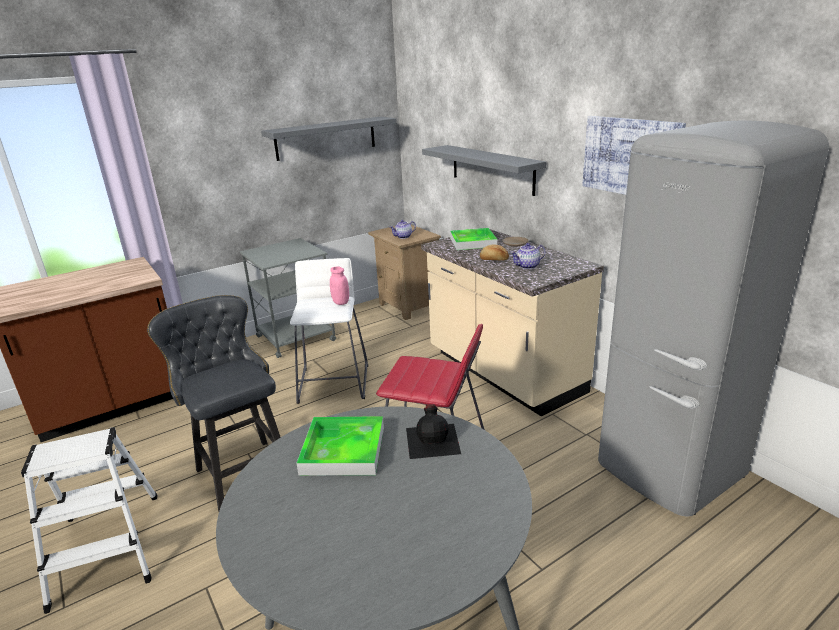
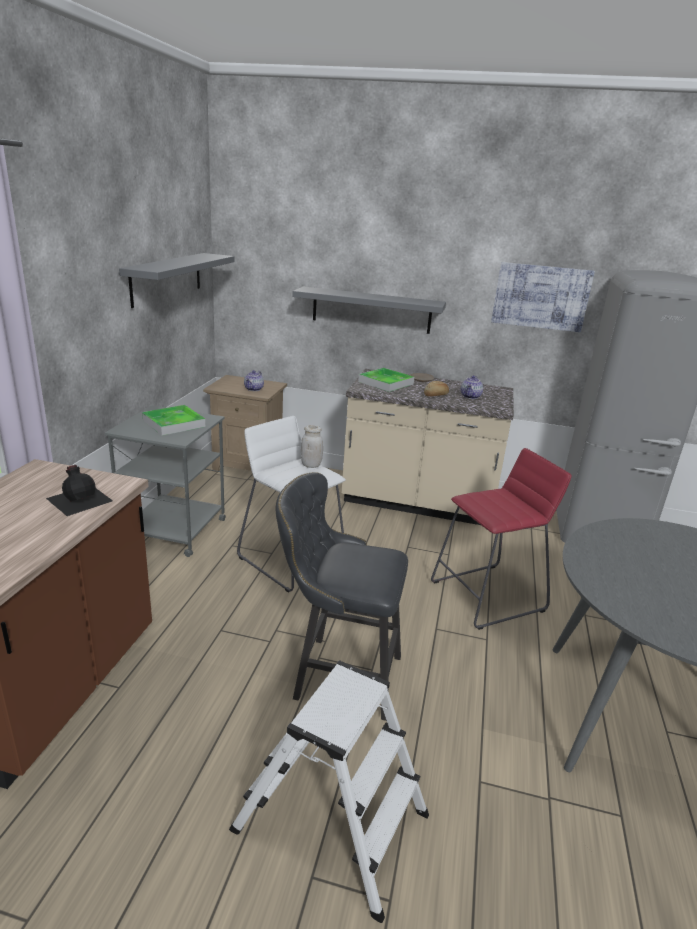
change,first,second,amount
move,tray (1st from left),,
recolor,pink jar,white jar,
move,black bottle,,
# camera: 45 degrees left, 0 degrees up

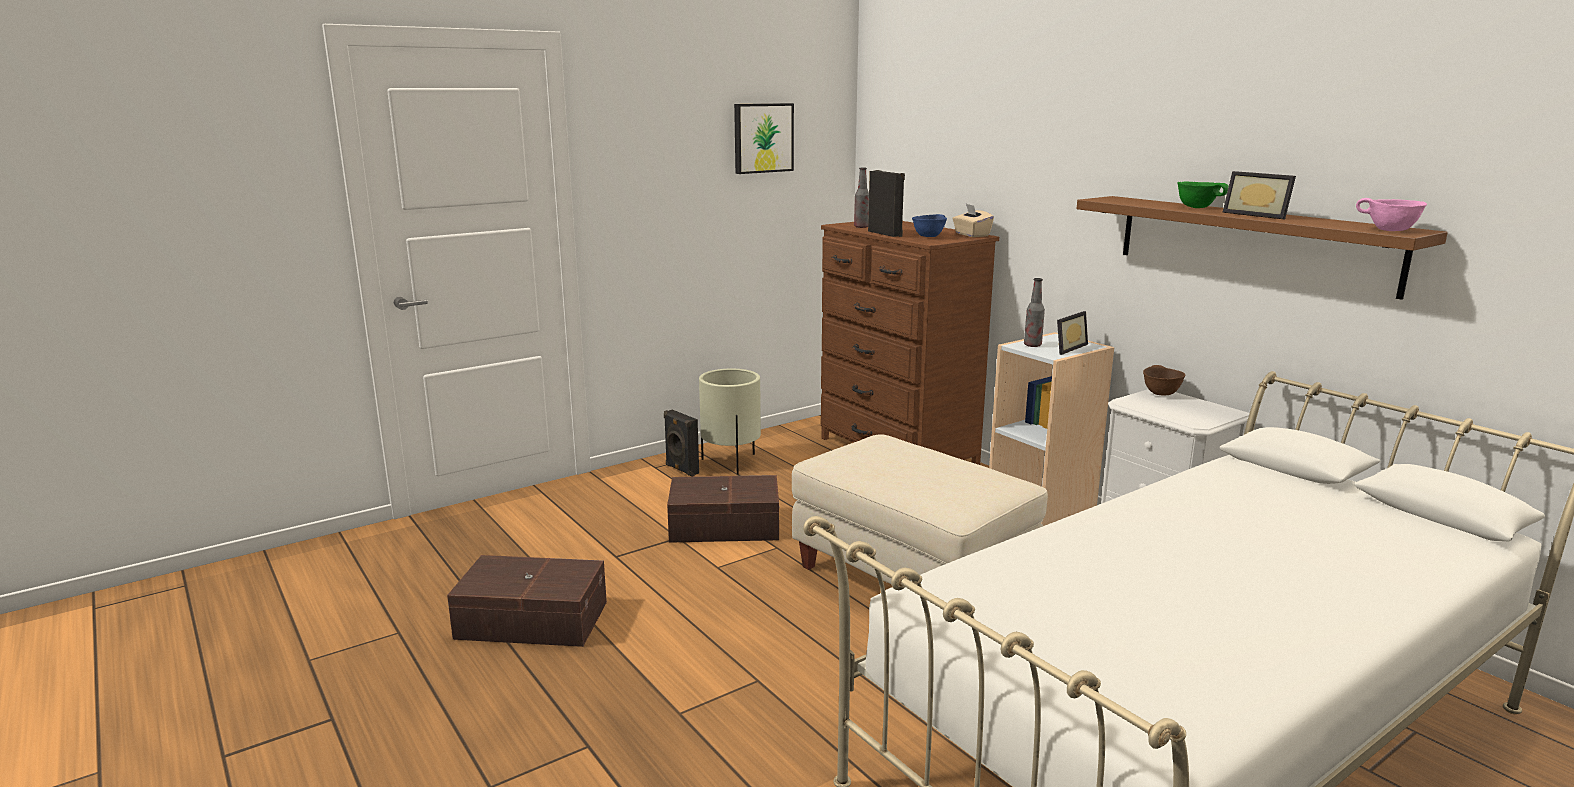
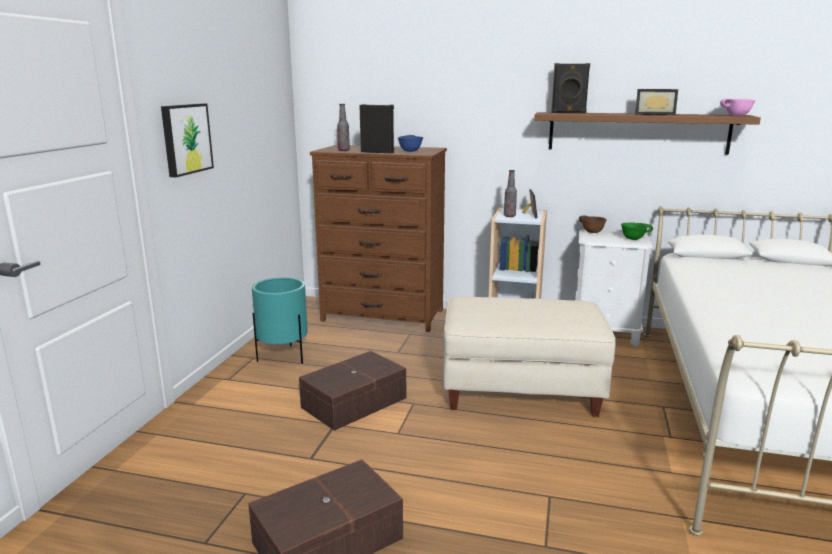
change,first,second,amount
move,black speaker (1st from left in the first image),black speaker (2nd from left),
recolor,beige planter,turquoise planter,
move,picture,,
delete,beige tissue box,,
move,green bowl,,
# camera: 40 degrees left, 0 degrees up

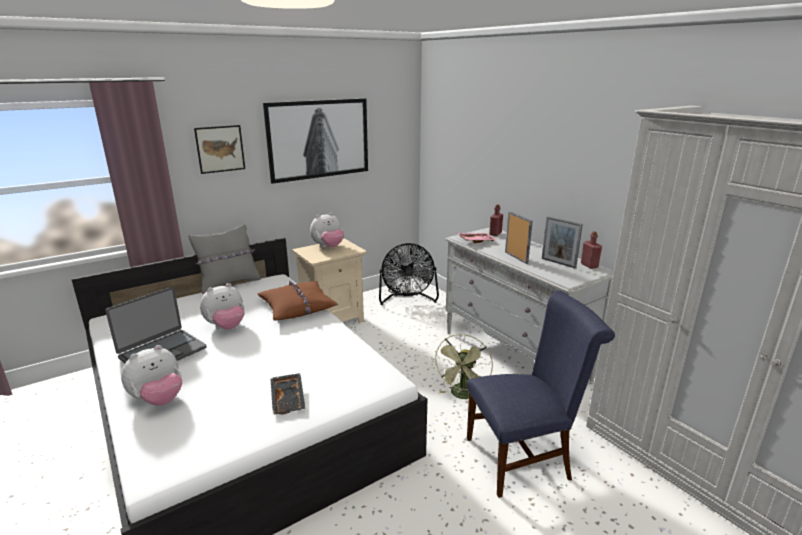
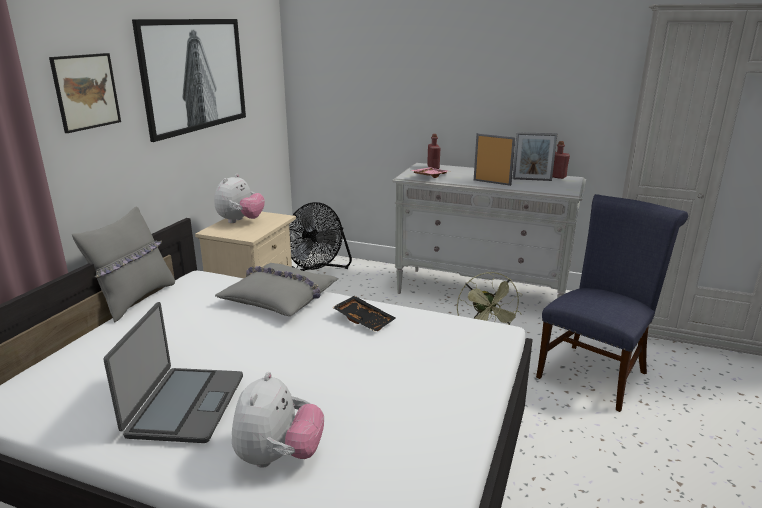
change,first,second,amount
delete,plush toy (2nd from left),,
recolor,brown pillow,grey pillow (2nd from left),
move,black tray,,
# camera: 35 degrees left, 0 degrees up

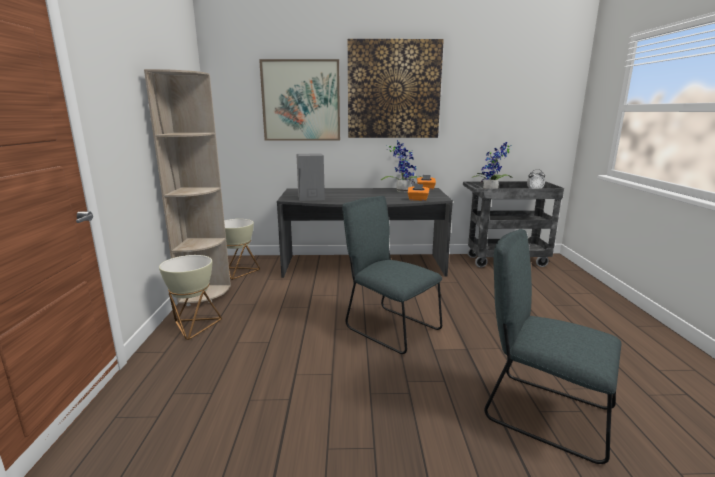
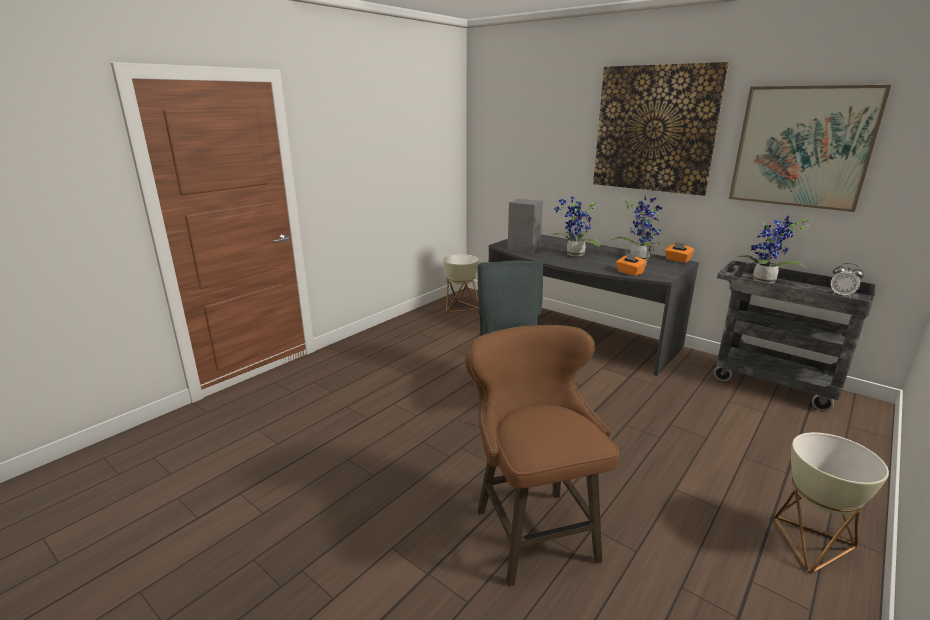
change,first,second,amount
delete,beige bookcase,,
move,planter (1st from left in the first image),planter (2nd from left),
move,picture (1st from left in the first image),picture (2nd from left),
replace,grey chair (2nd from left),brown stool,
insert,,potted plant (1st from left),
# camera: 40 degrees right, 5 degrees up

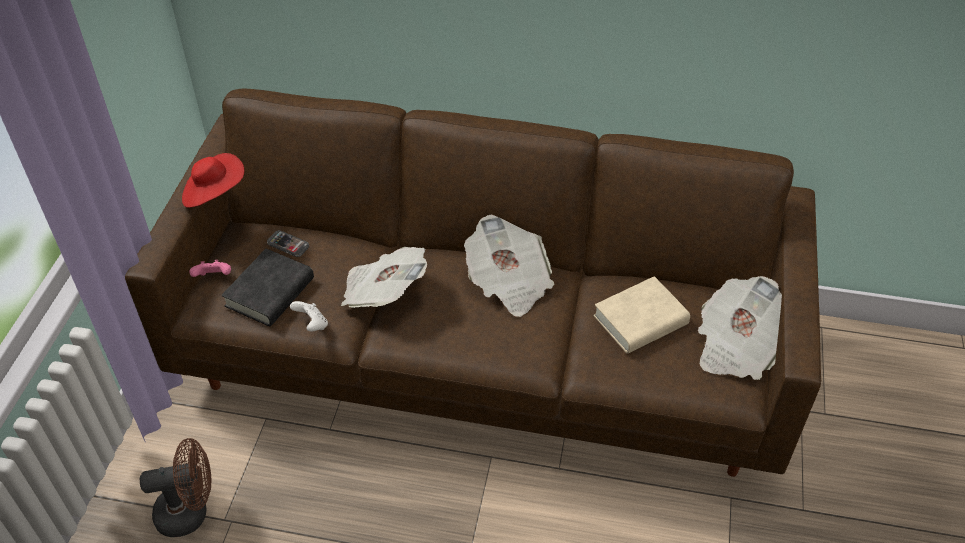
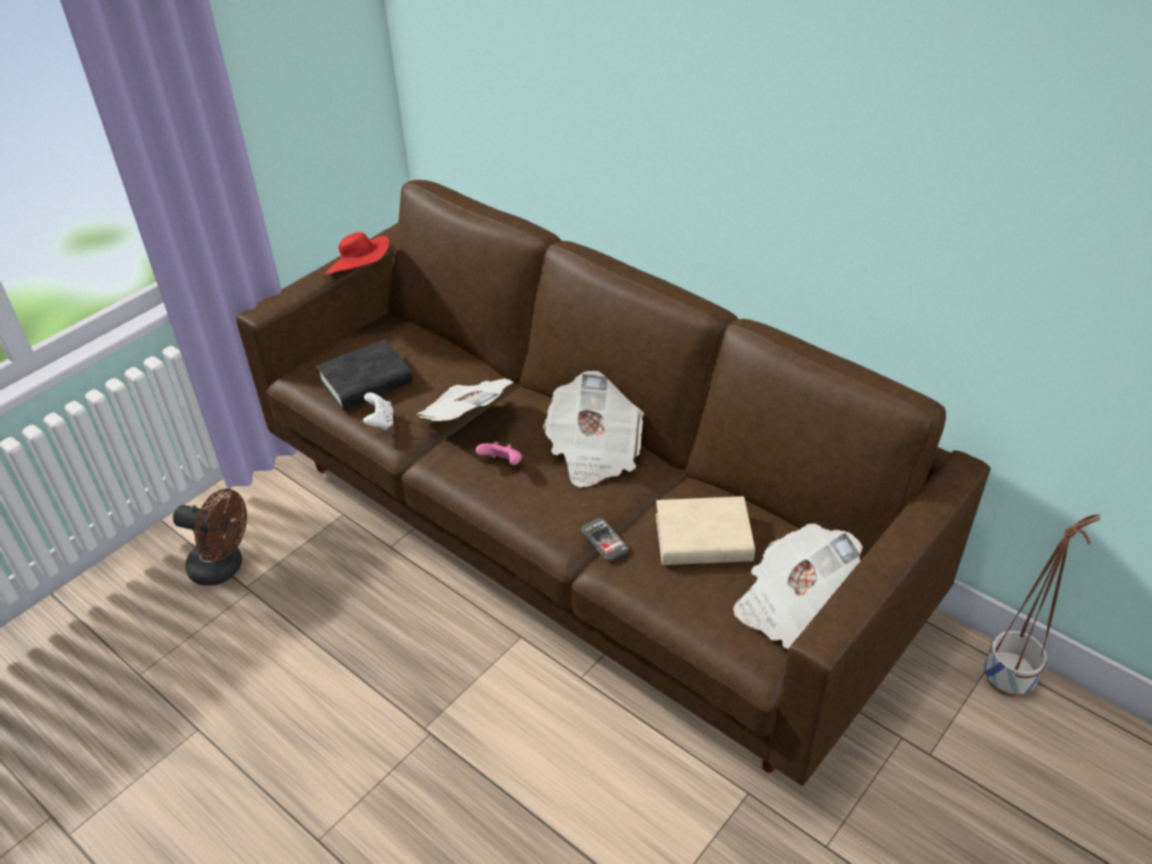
change,first,second,amount
move,pink game controller,,
move,phone,,
insert,,planter,
# camera: 30 degrees right, 5 degrees down

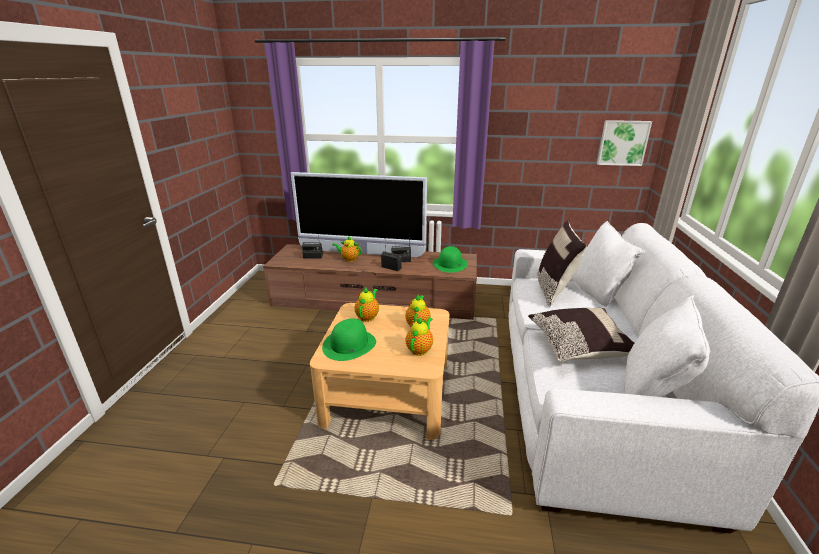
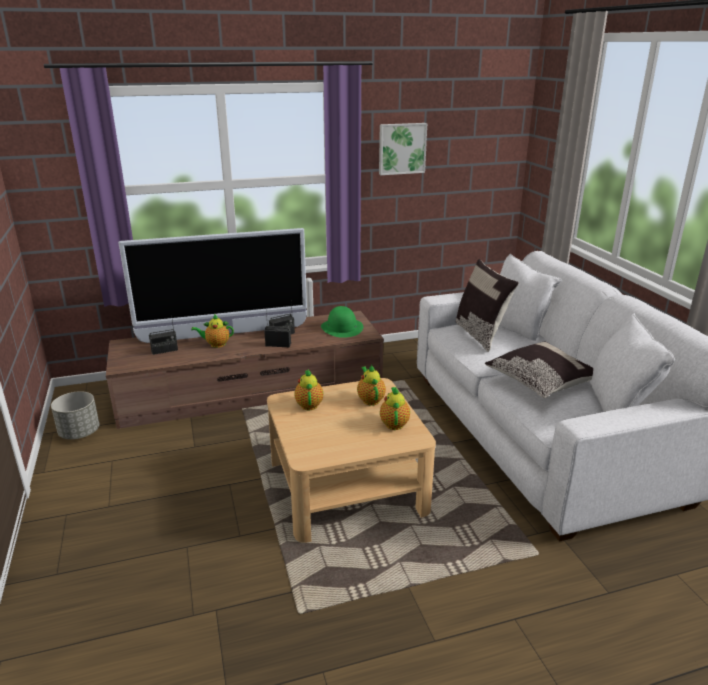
change,first,second,amount
delete,green hat (1st from left),,
move,picture,,
insert,,grey planter,
# camera: 25 degrees left, 0 degrees up

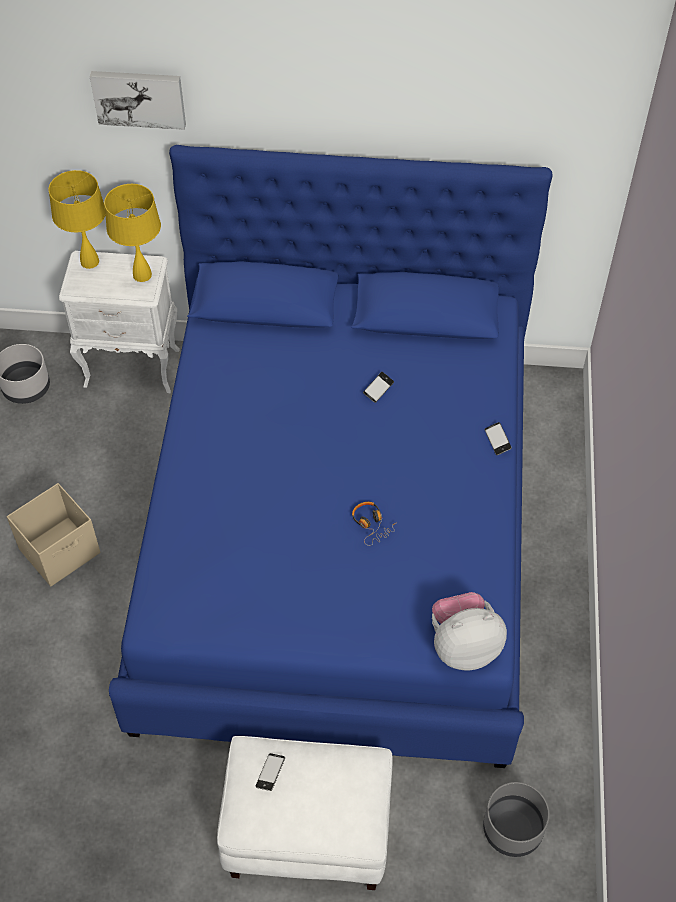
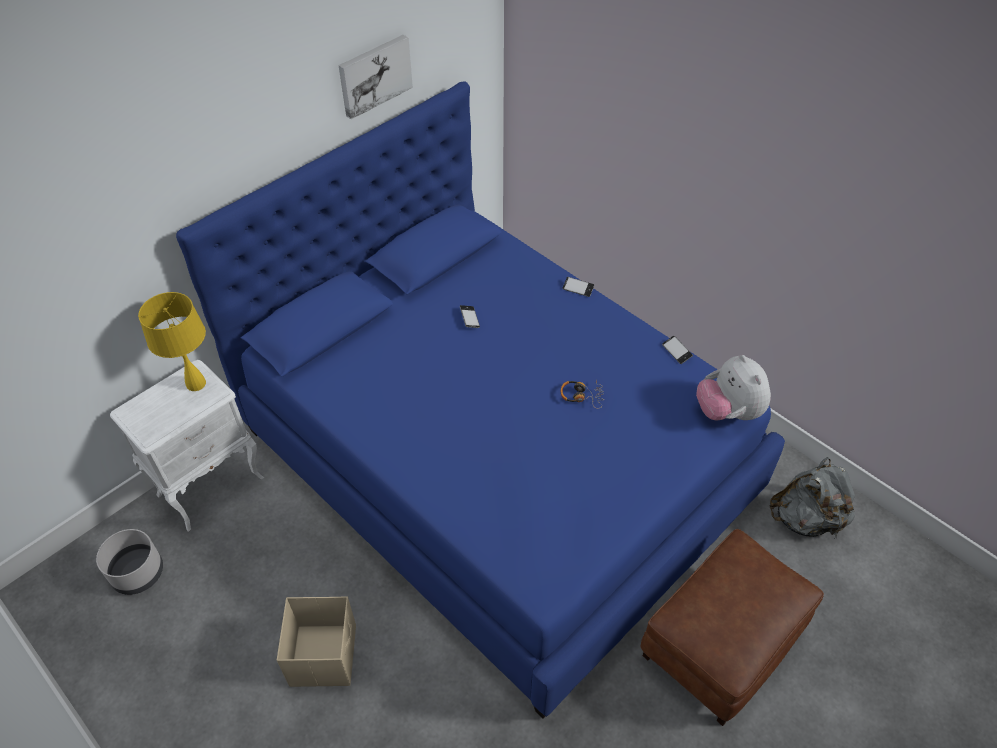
change,first,second,amount
delete,yellow table lamp (1st from left),,
move,picture,,
recolor,white ottoman,brown ottoman,
move,phone (1st from left in the first image),phone (3rd from left),
rotate,plush toy,,45 degrees counterclockwise
replace,grey planter (2nd from left),grey backpack,
# camera: 50 degrees left, 5 degrees down

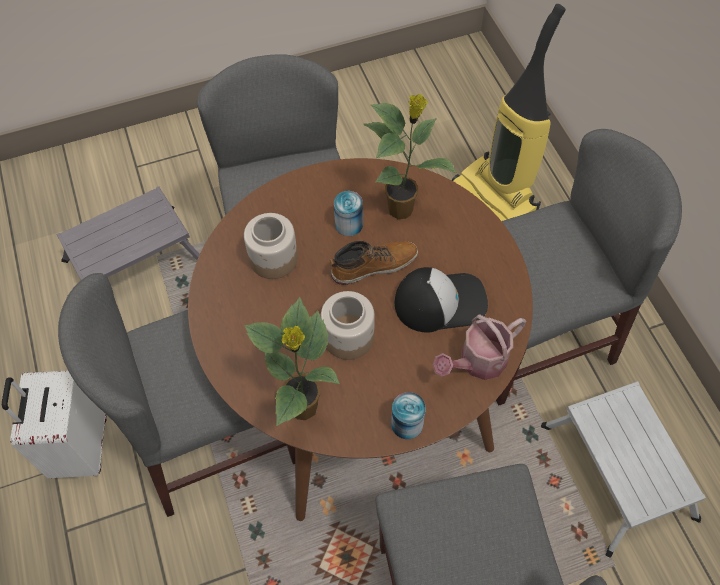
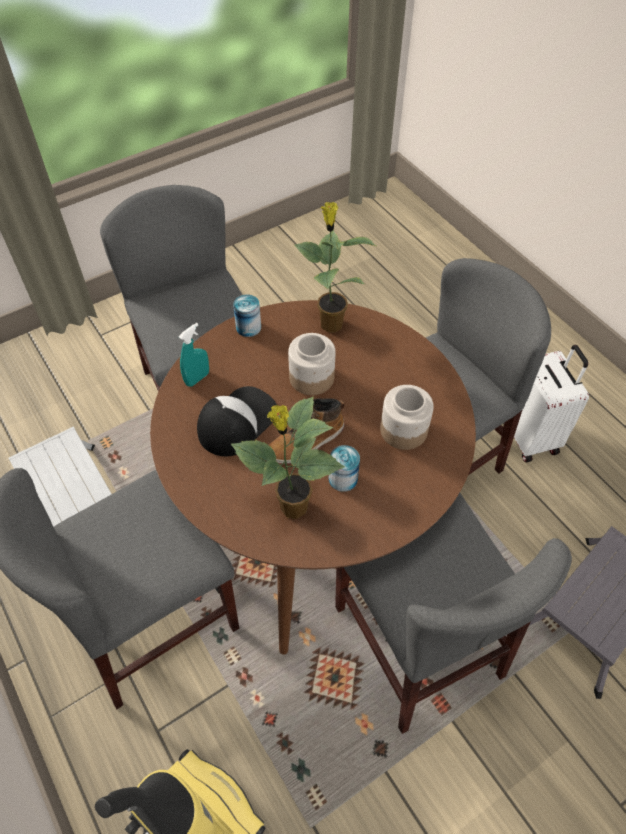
change,first,second,amount
rotate,cap,,150 degrees clockwise
replace,watering can,turquoise spray bottle,
# camera: 165 degrees right, 5 degrees down

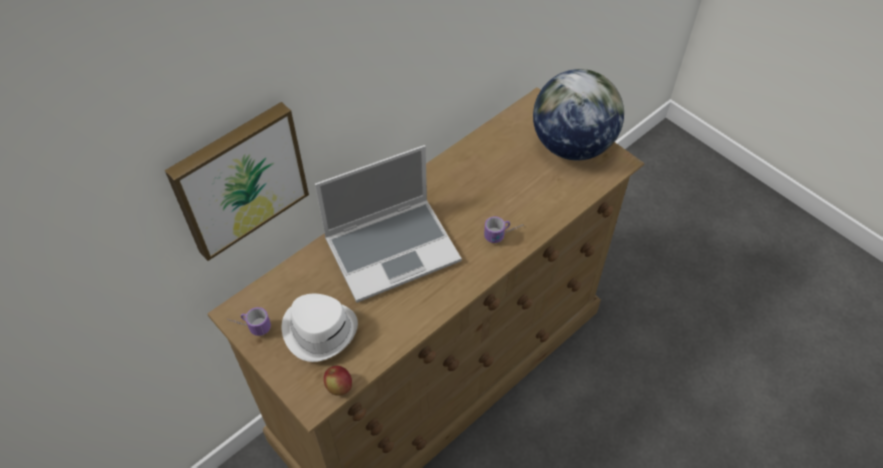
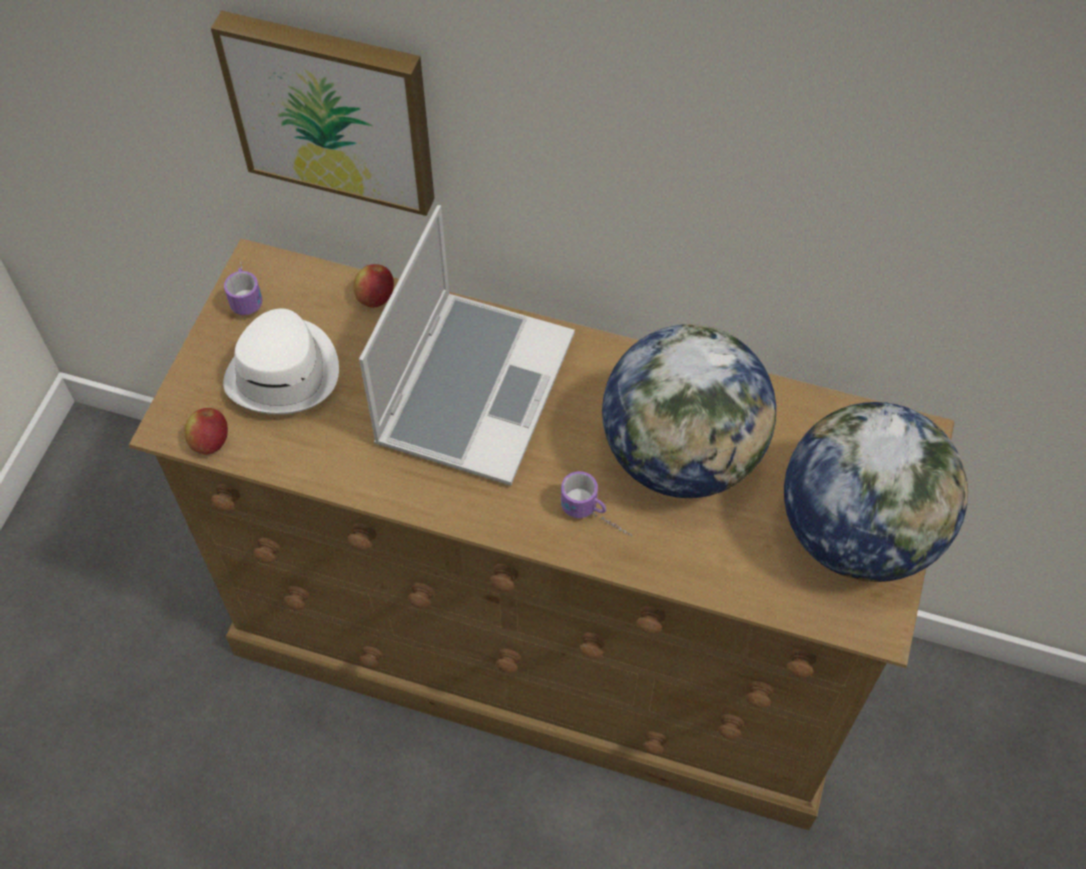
change,first,second,amount
rotate,laptop,,105 degrees counterclockwise
insert,,apple (2nd from left),
insert,,globe (1st from left),
# camera: 60 degrees right, 5 degrees up

